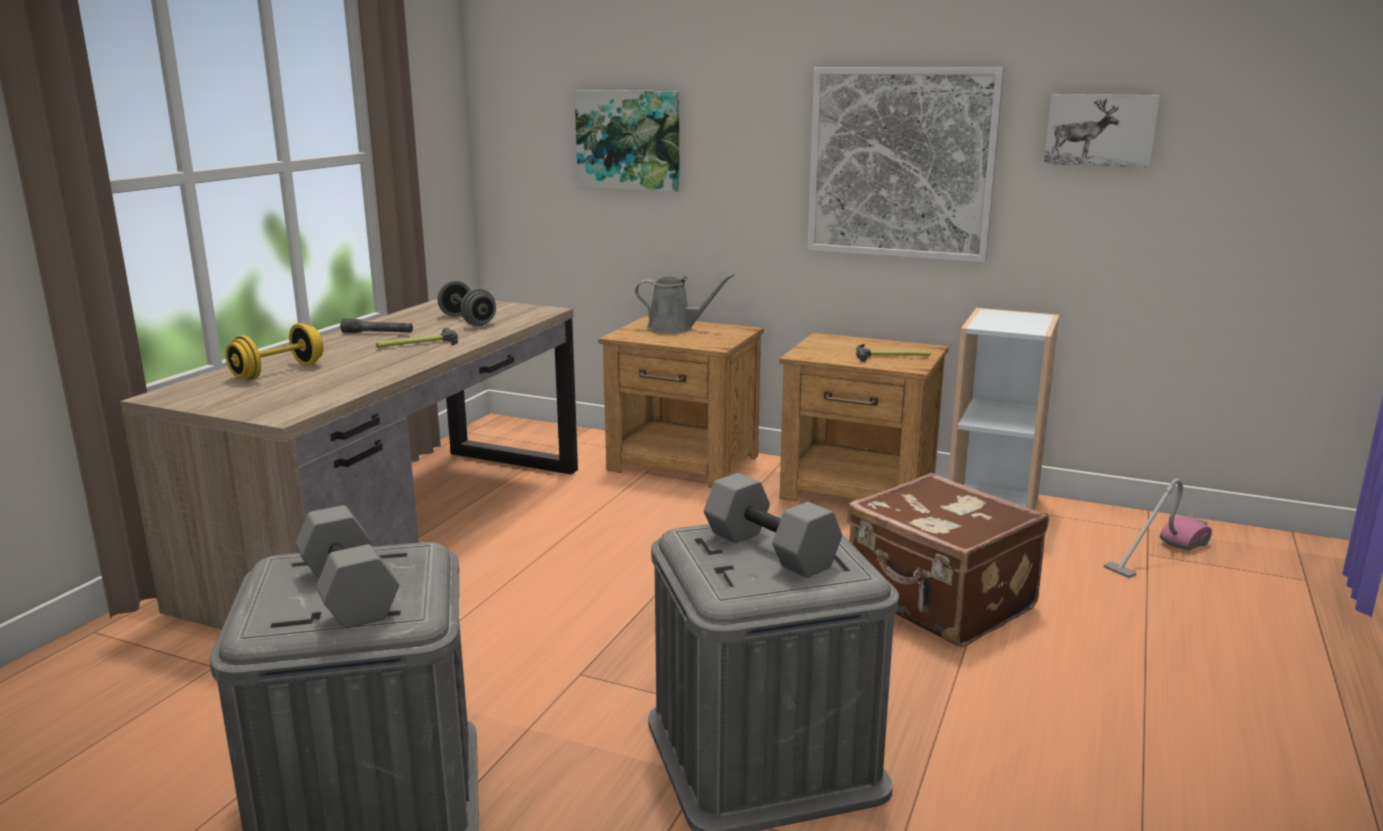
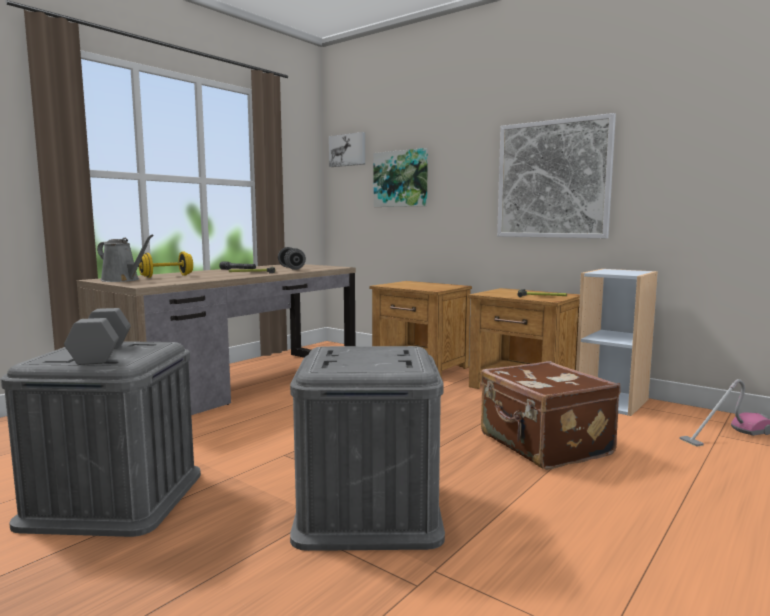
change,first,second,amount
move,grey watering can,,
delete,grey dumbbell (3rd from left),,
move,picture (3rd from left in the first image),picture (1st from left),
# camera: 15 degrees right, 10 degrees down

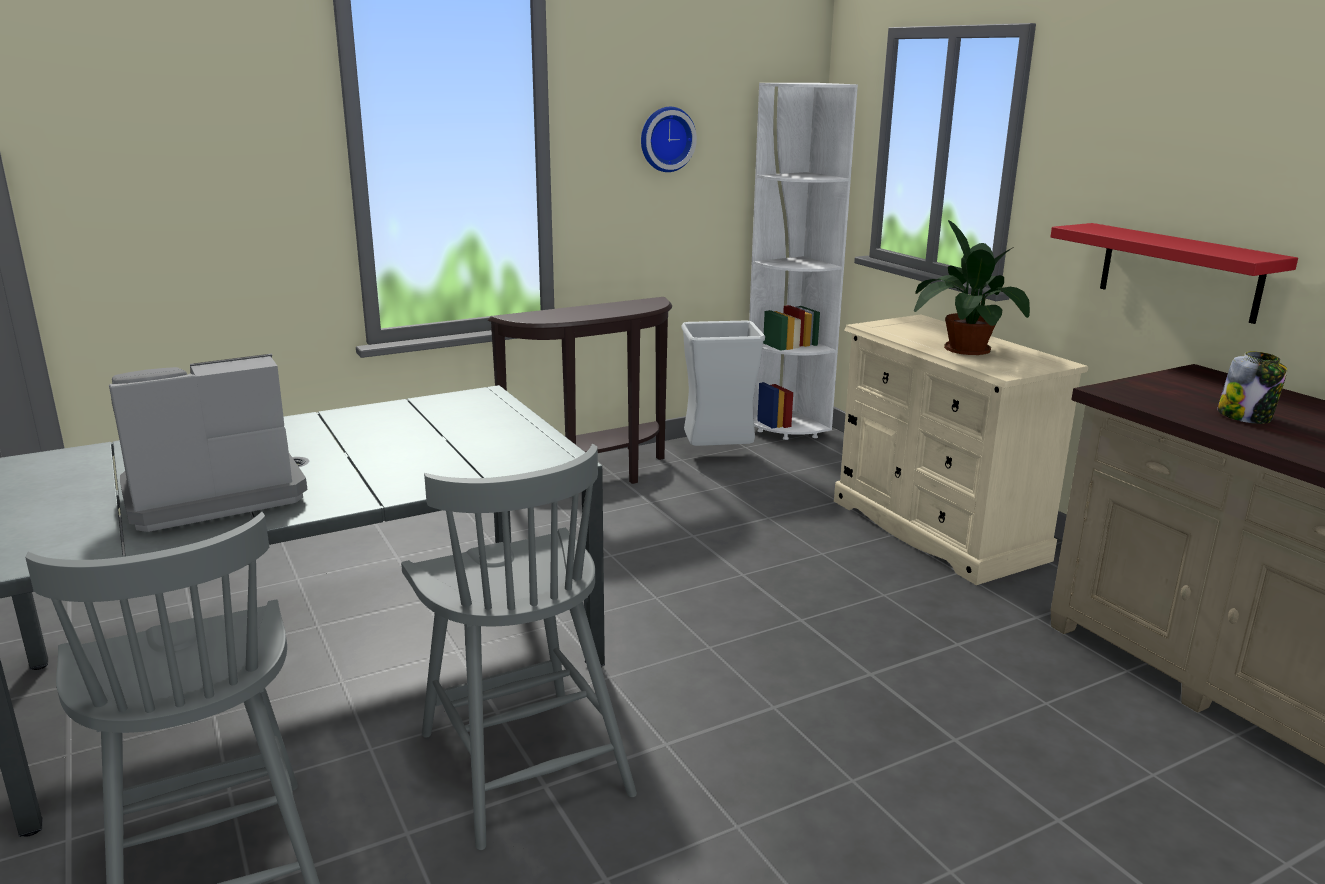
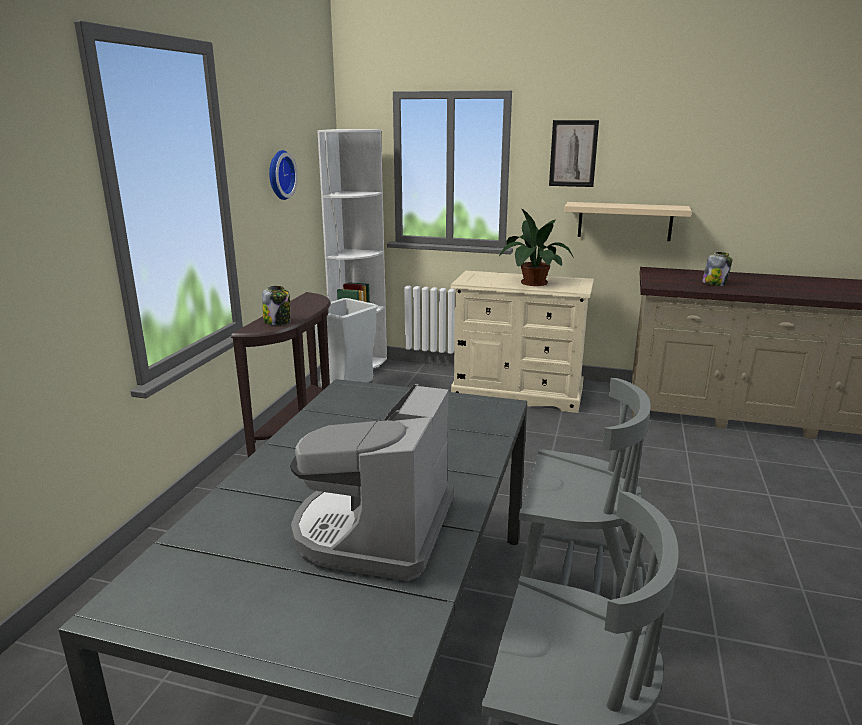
change,first,second,amount
recolor,red shelf,beige shelf,
insert,,jar (1st from left),
insert,,picture,
# camera: 45 degrees left, 0 degrees up

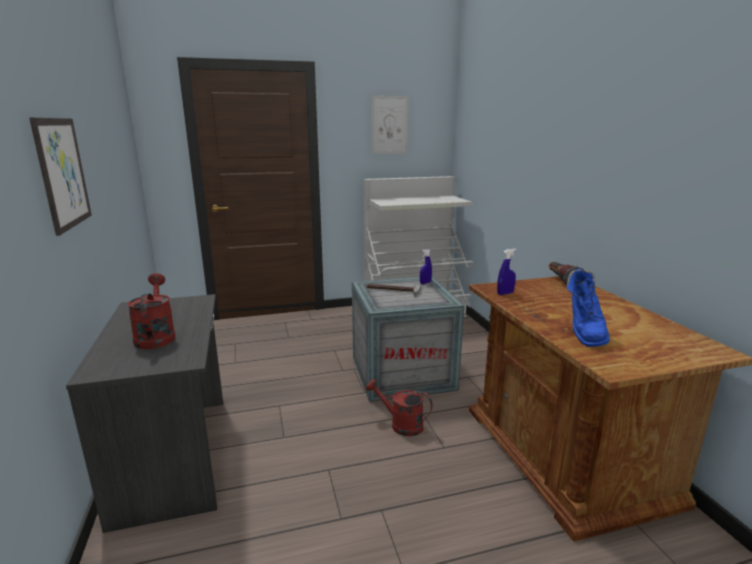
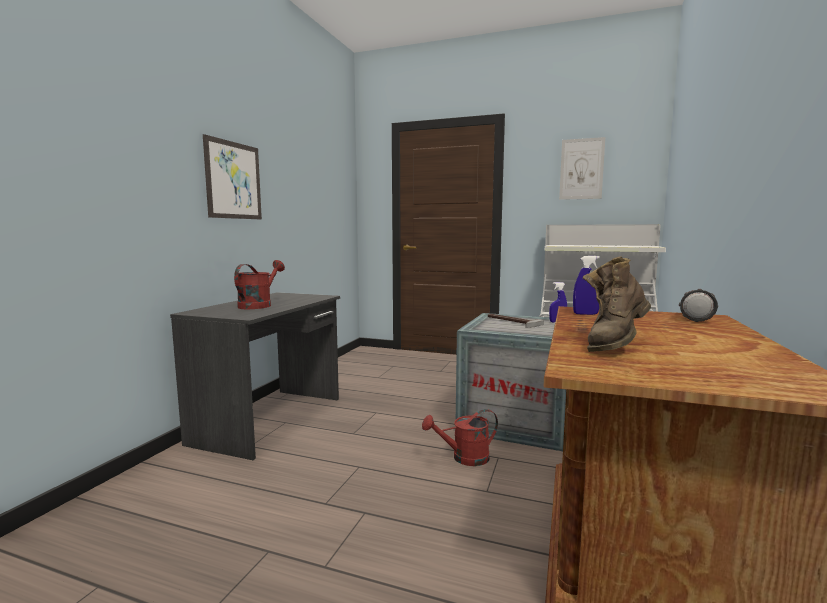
change,first,second,amount
rotate,red watering can (2nd from left),,75 degrees counterclockwise
recolor,blue boot,brown boot,
# camera: 35 degrees right, 10 degrees down

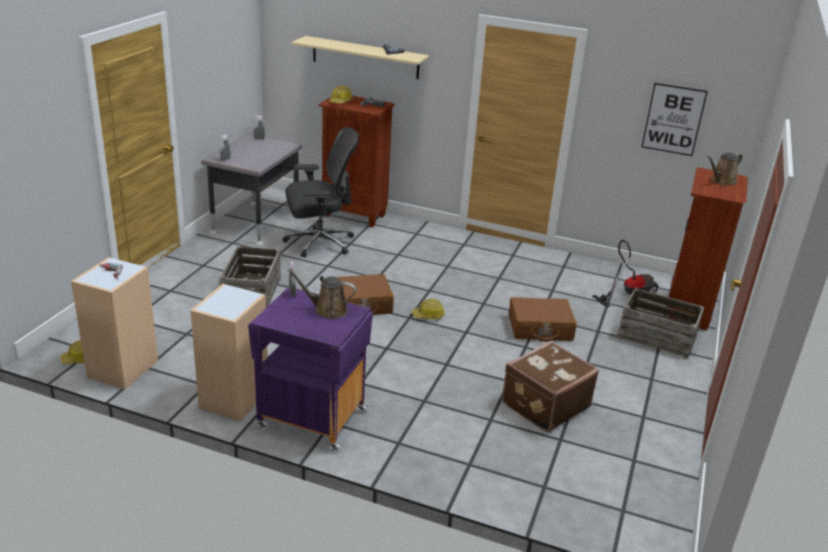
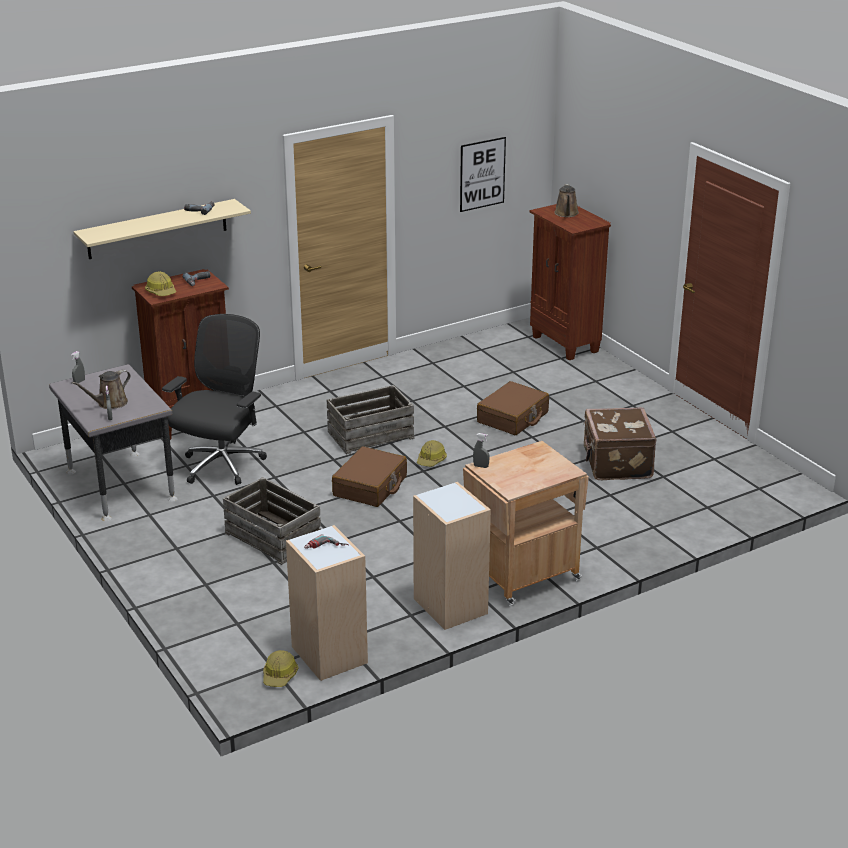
change,first,second,amount
recolor,purple cart,brown cart,
move,brown watering can (1st from left),,
delete,vacuum cleaner,,
move,crate (2nd from left),,
# camera: 50 degrees left, 0 degrees up

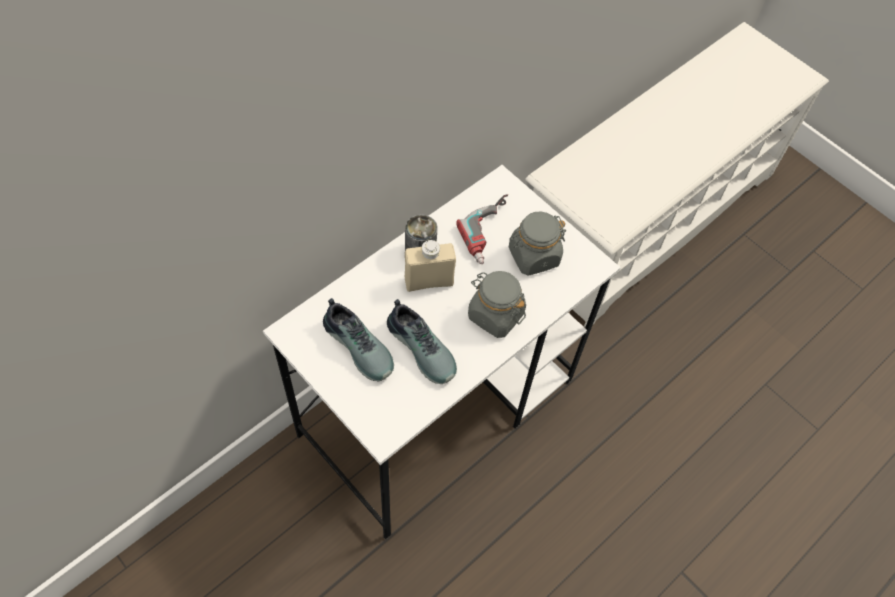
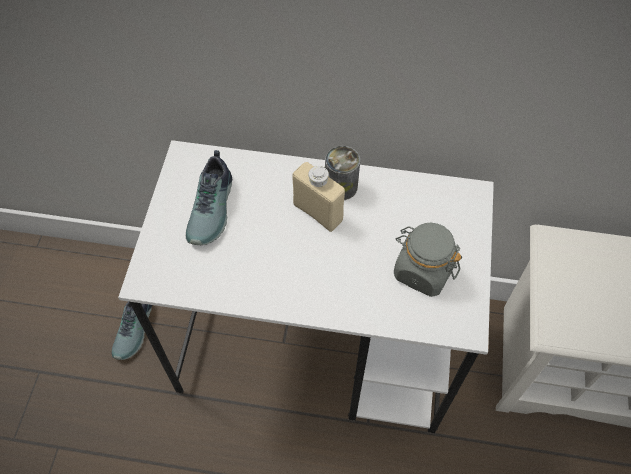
change,first,second,amount
move,shoe (2nd from left in the first image),shoe (1st from left),
delete,power drill,,
delete,grey jar (1st from left),,
# camera: 55 degrees right, 0 degrees up

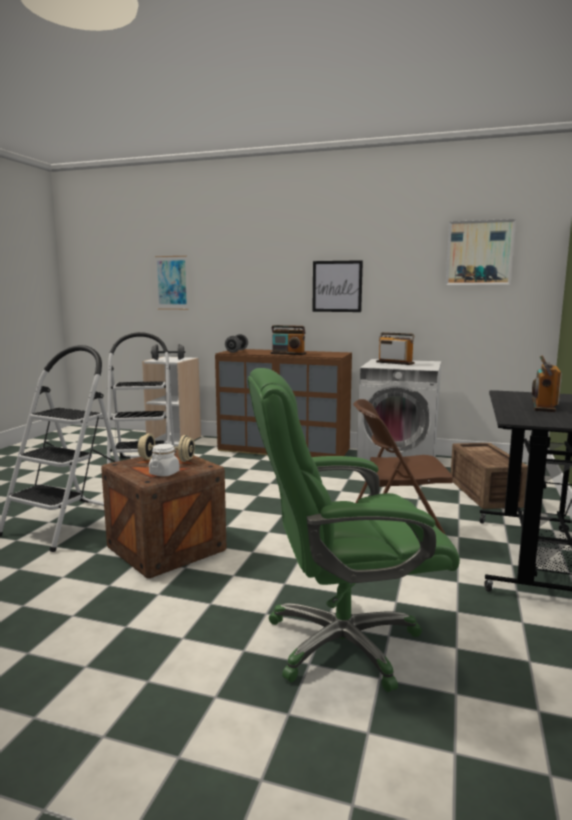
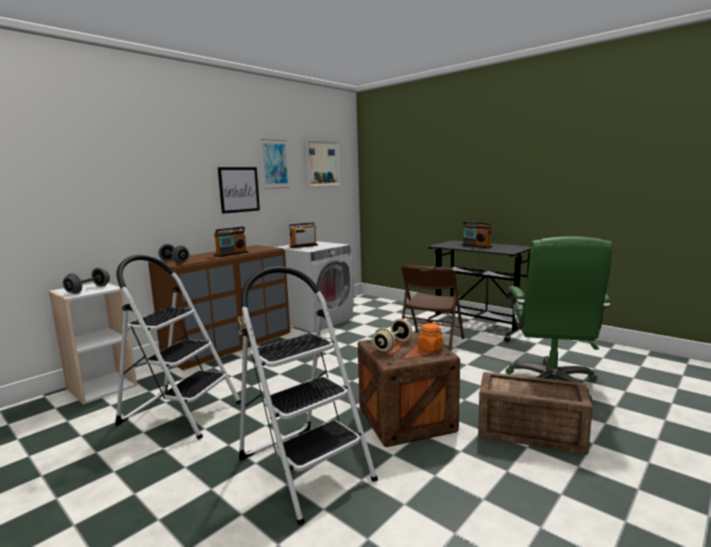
change,first,second,amount
recolor,white jar,orange jar,
move,picture (1st from left in the first image),picture (2nd from left),
move,crate (2nd from left),,
# camera: 65 degrees left, 0 degrees up

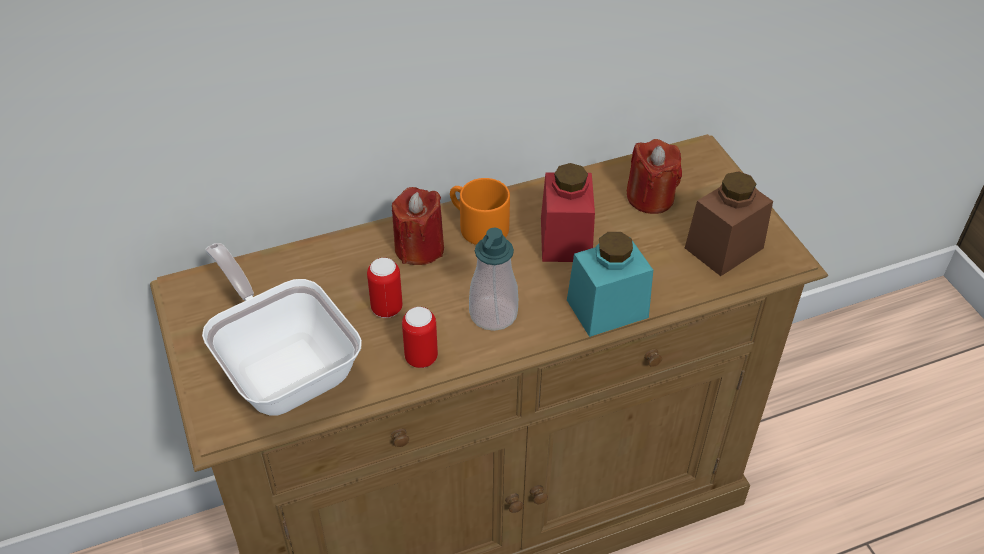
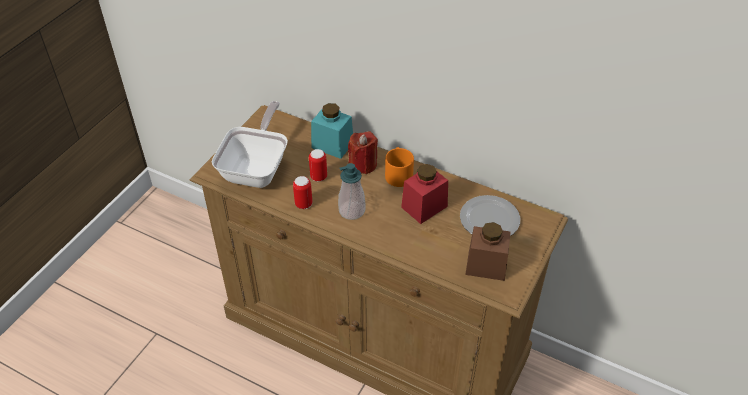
change,first,second,amount
move,turquoise jar,,
replace,red candle (2nd from left),plate,
# camera: 50 degrees right, 0 degrees up

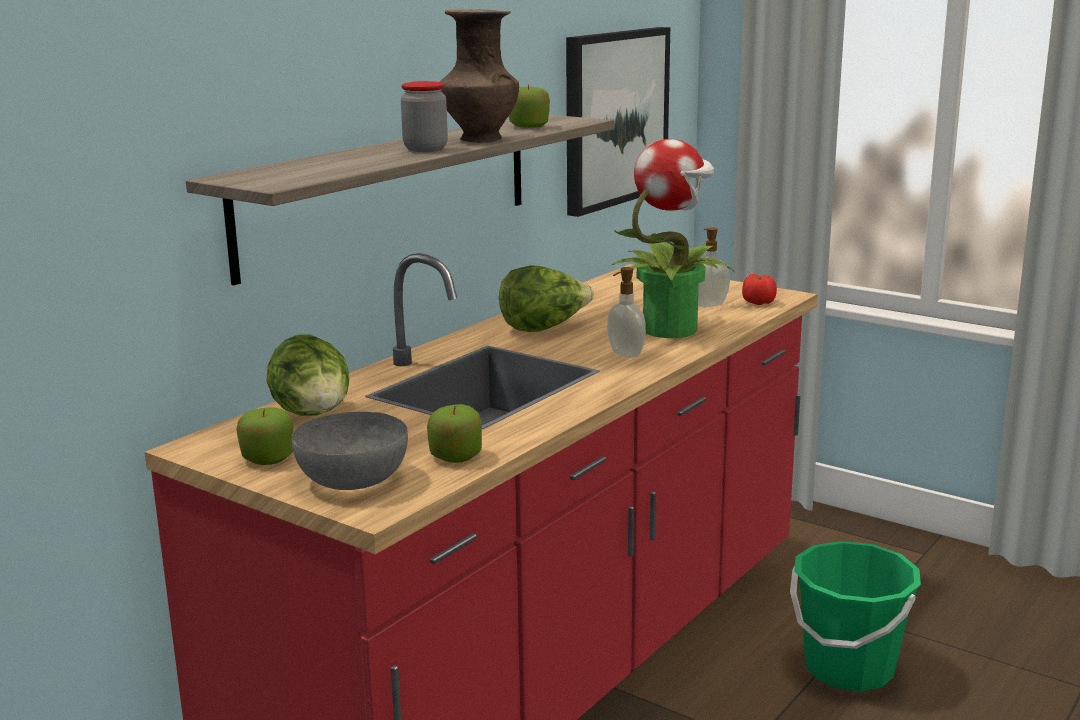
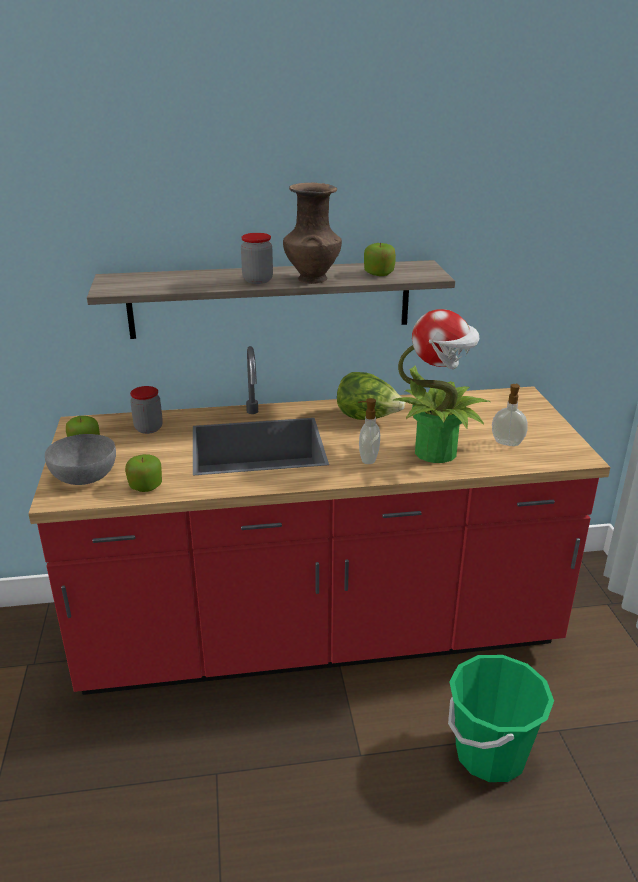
change,first,second,amount
replace,lettuce (1st from left),jar (1st from left),
delete,picture,,
delete,tomato,,
# camera: 45 degrees right, 10 degrees up

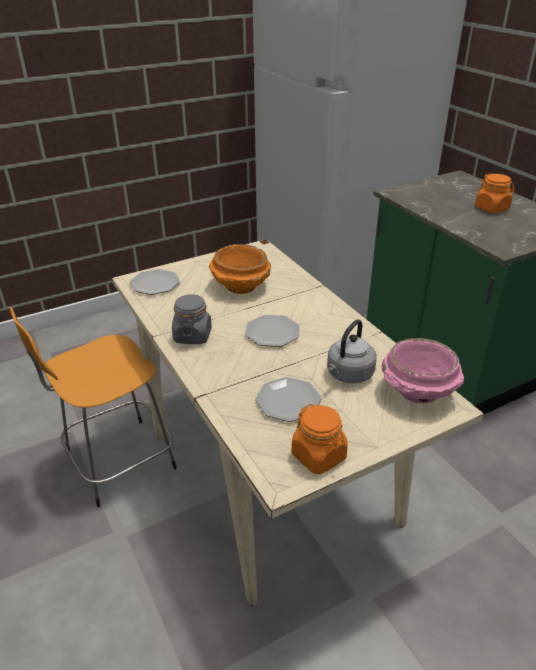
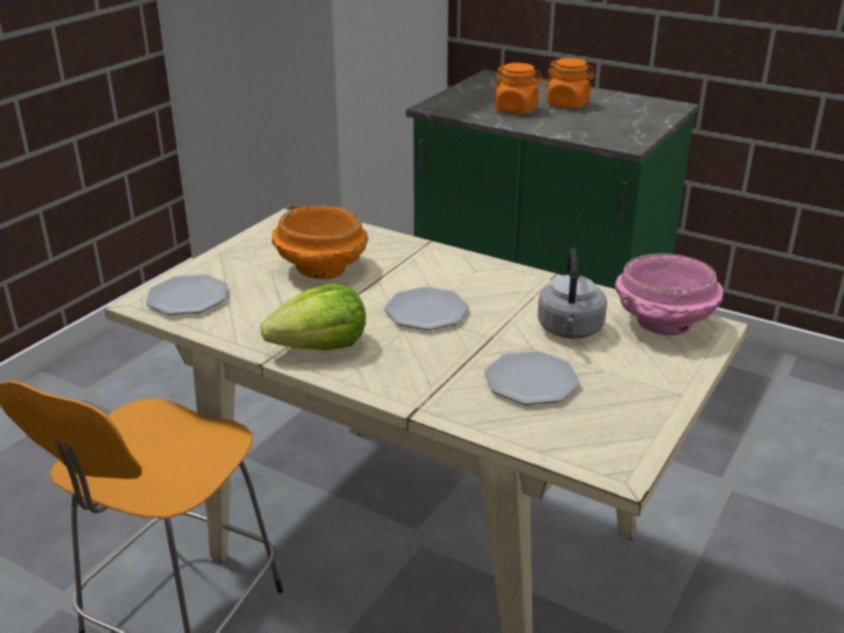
change,first,second,amount
replace,grey jar,lettuce,
move,orange jar (1st from left),,
# camera: 30 degrees left, 5 degrees down

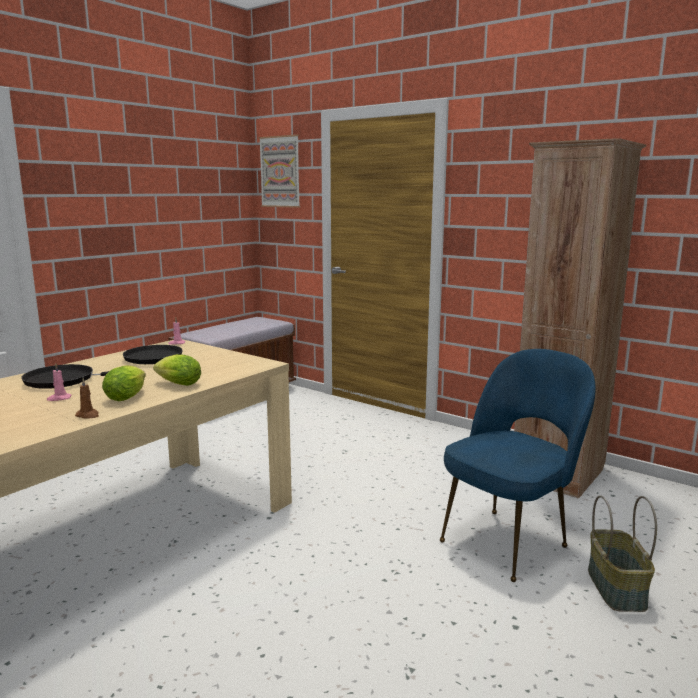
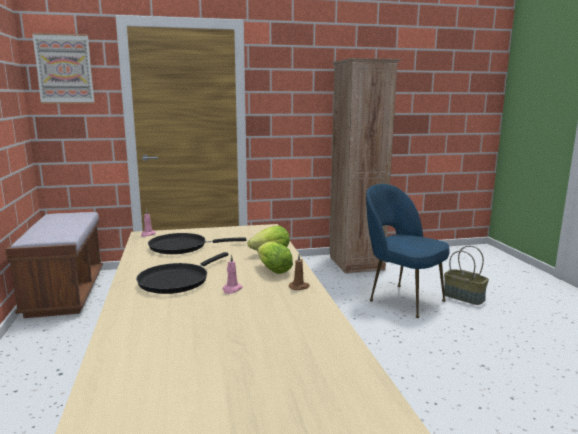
change,first,second,amount
rotate,blue chair,,45 degrees counterclockwise
# camera: 50 degrees left, 0 degrees up

